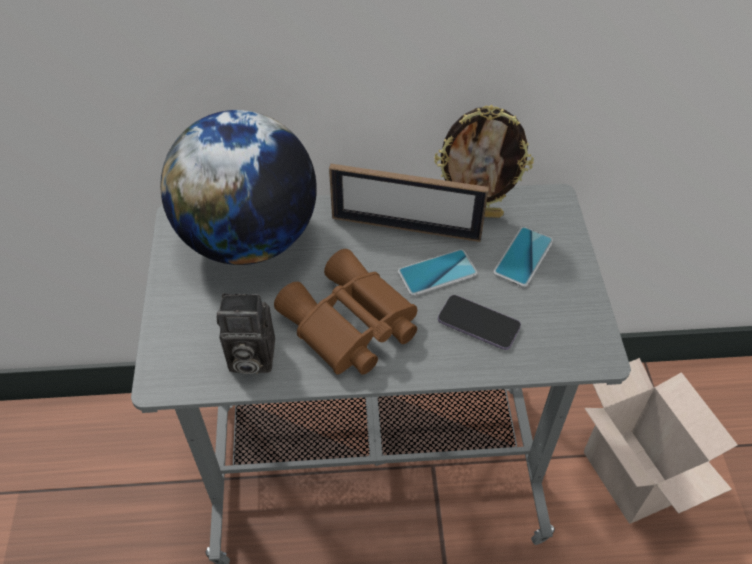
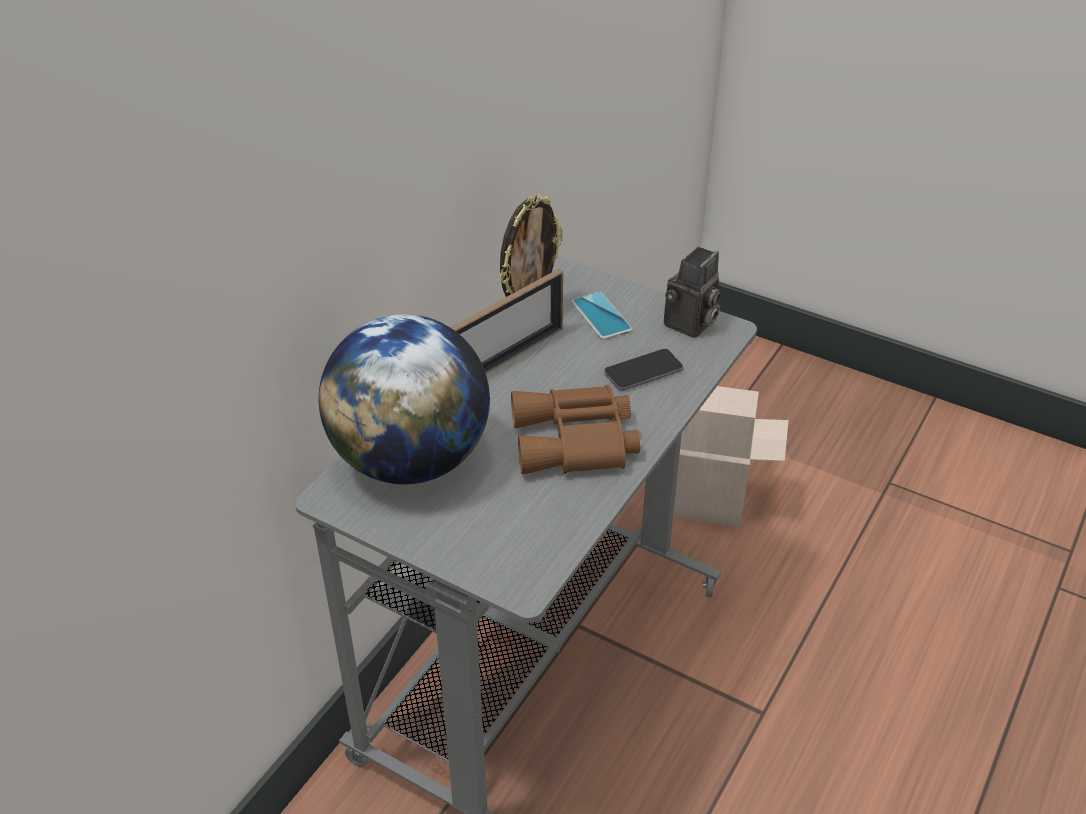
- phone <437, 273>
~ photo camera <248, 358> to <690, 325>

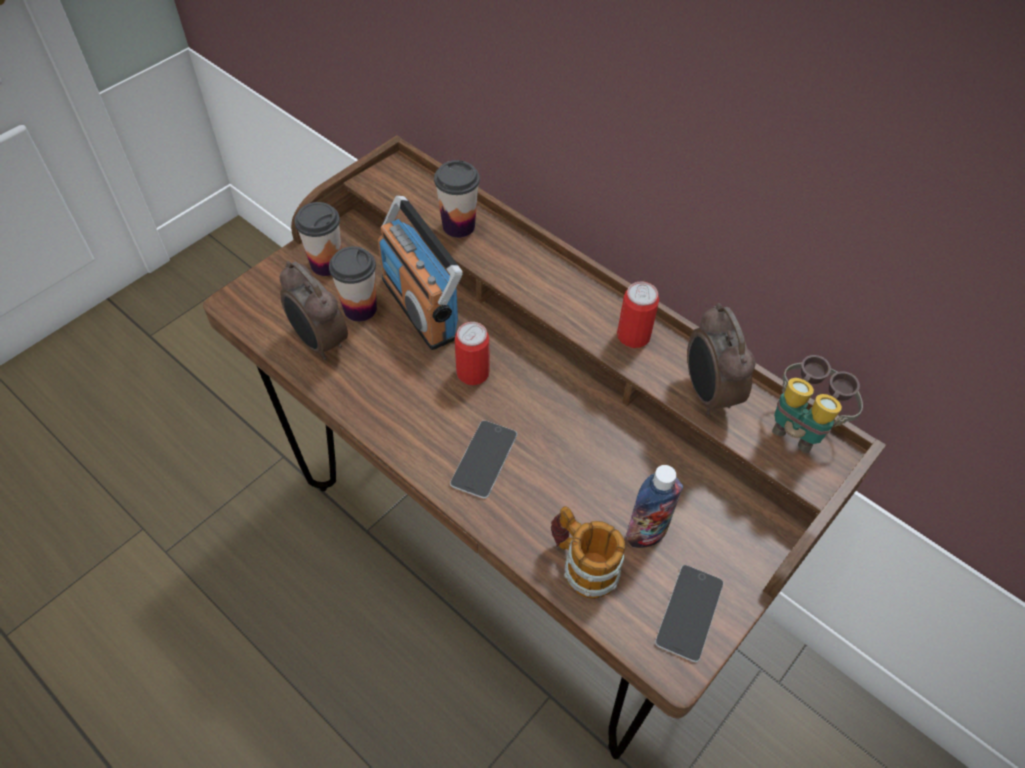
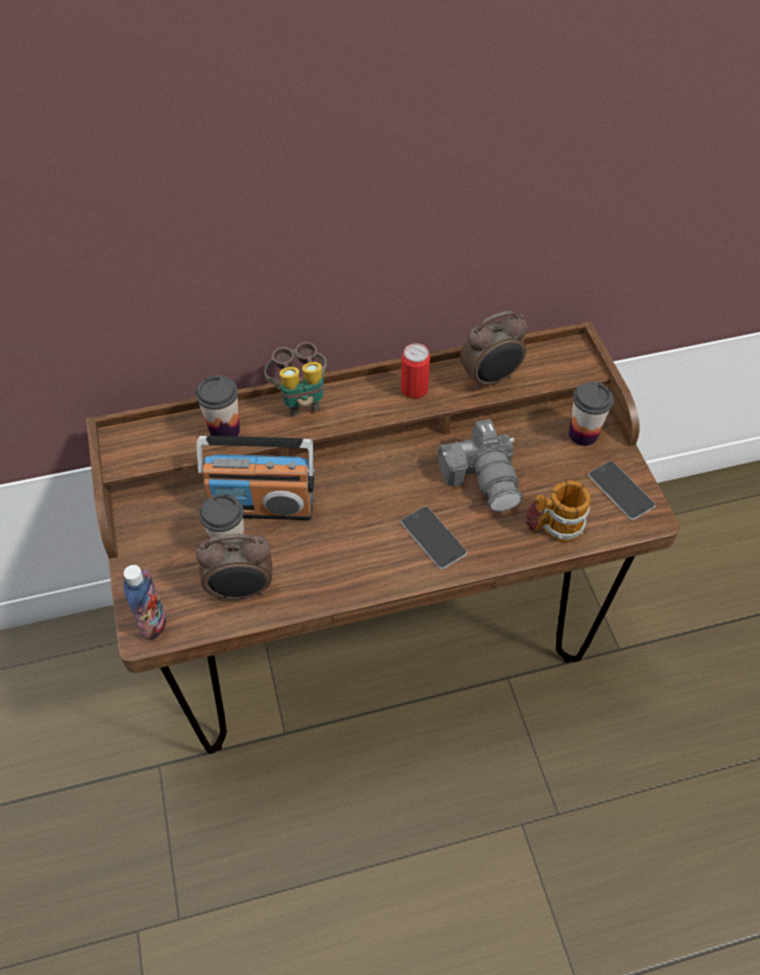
- can <473, 373>
+ photo camera <483, 478>
~ cup <326, 264> to <583, 434>
~ bottle <646, 533> to <153, 623>
~ binoculars <801, 426> to <300, 399>
~ alarm clock <707, 393> = <490, 379> 45 degrees counterclockwise

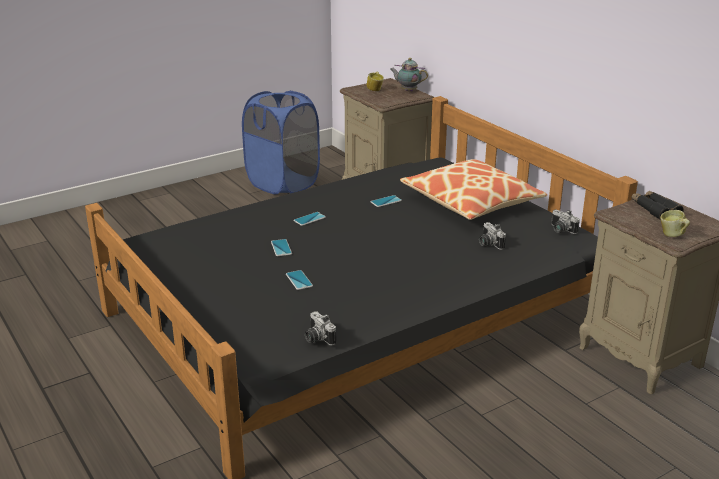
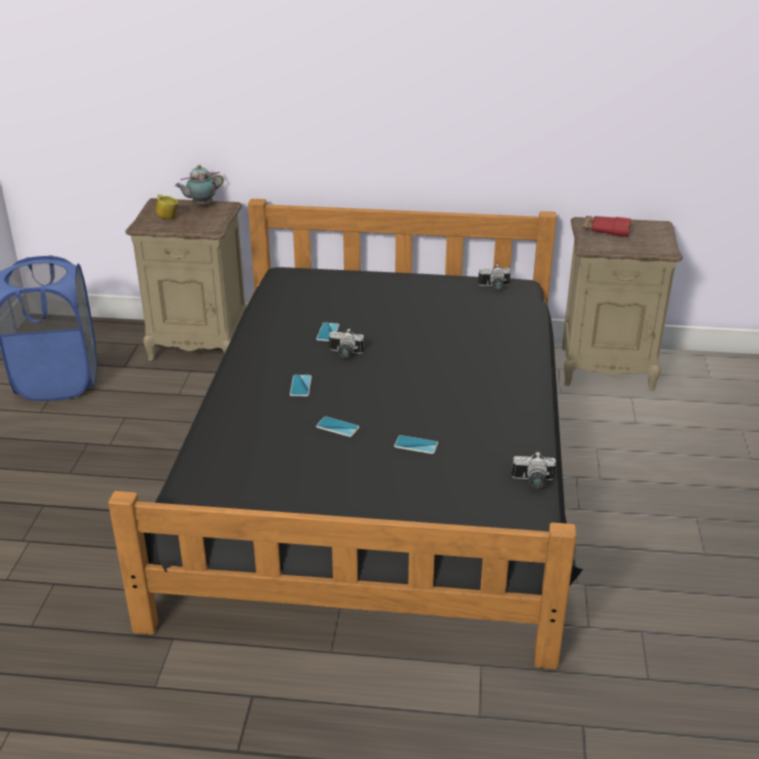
- pillow <471, 202>
- mug <673, 236>
~ photo camera <488, 244> to <344, 353>
~ black binoculars <654, 210> to red binoculars <606, 231>

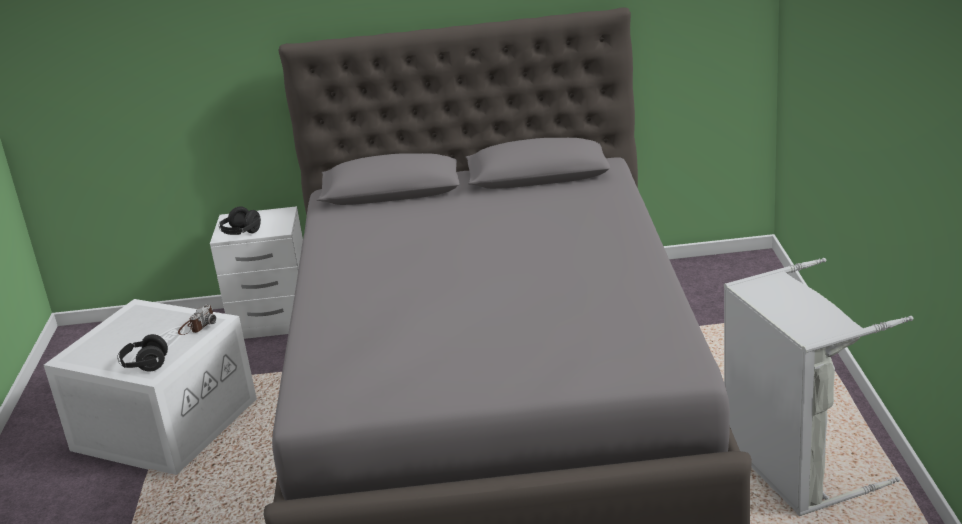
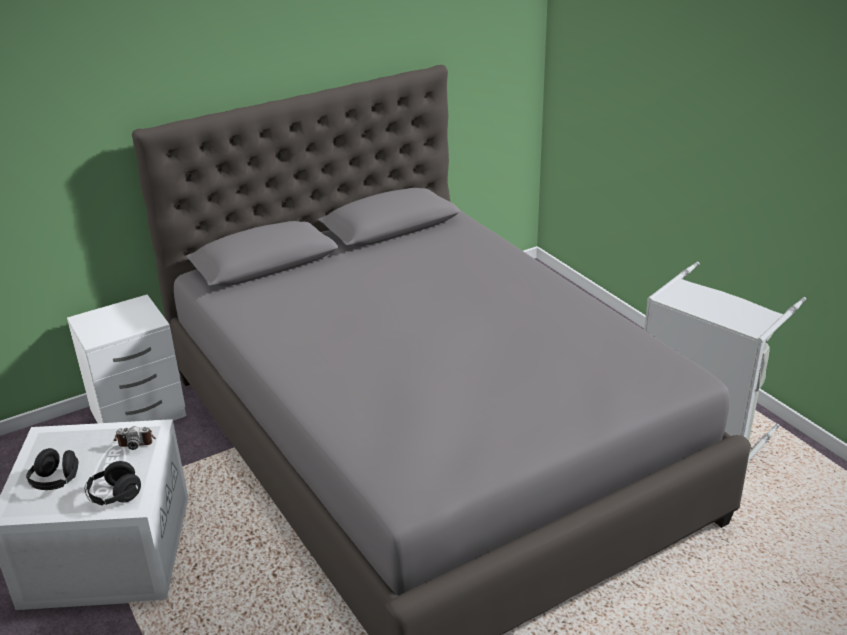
~ black headphones <241, 233> to <56, 482>
~ photo camera <197, 326> = <136, 440> 90 degrees clockwise

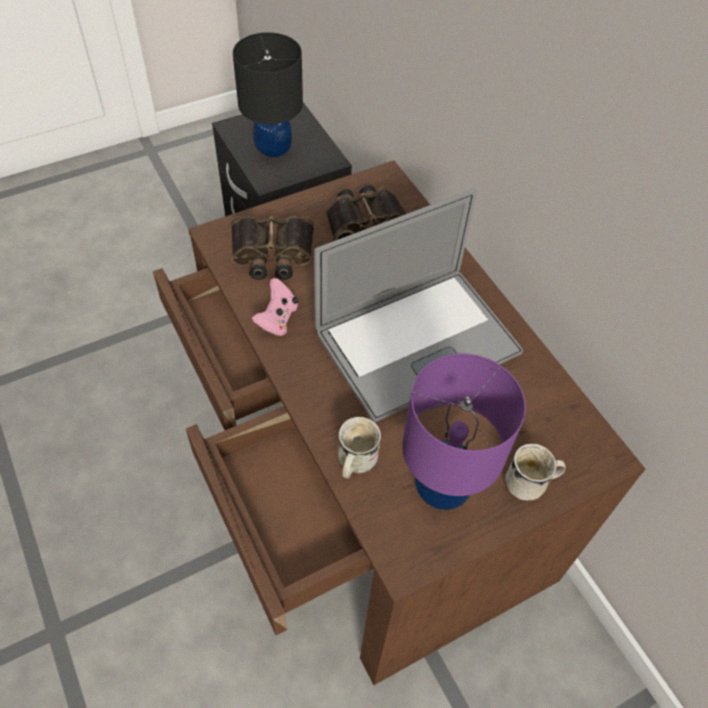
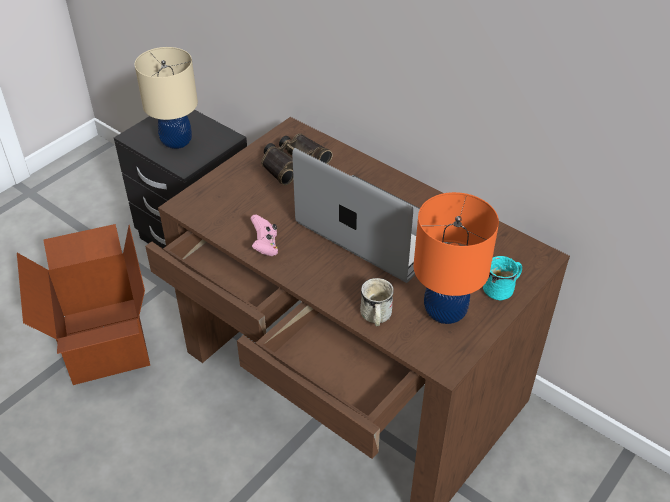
- binoculars <272, 254>
+ cardboard box <103, 341>
~ black table lamp <274, 148> to beige table lamp <177, 141>
~ purple table lamp <444, 488> to orange table lamp <446, 311>
~ white mug <532, 483> to turquoise mug <502, 288>
~ laptop <417, 342> = <376, 229> 90 degrees counterclockwise

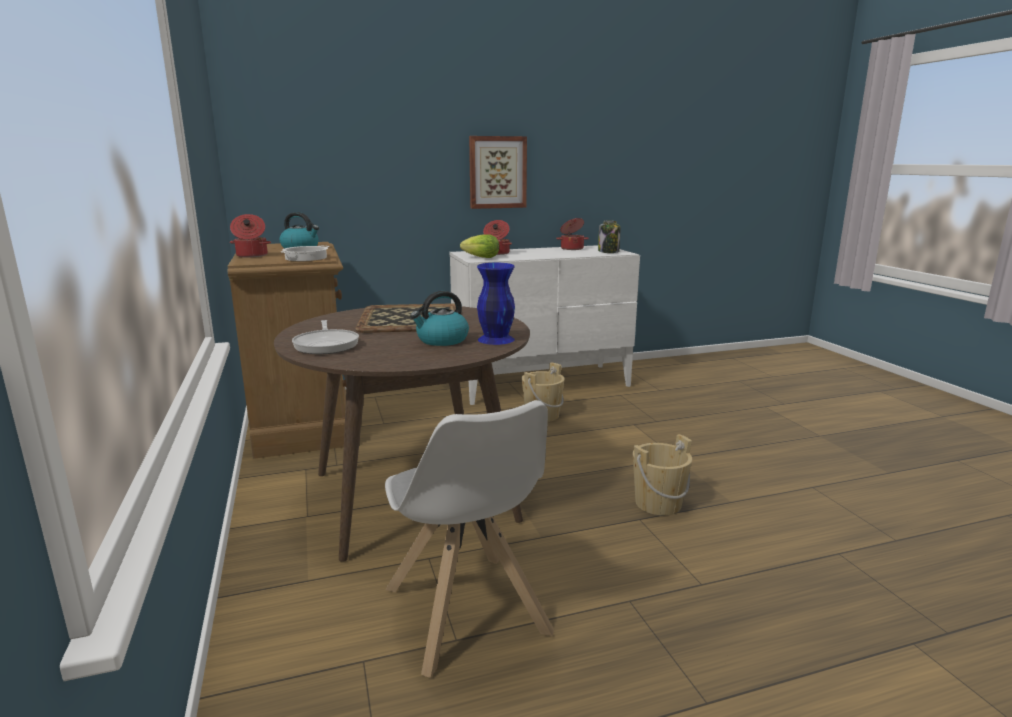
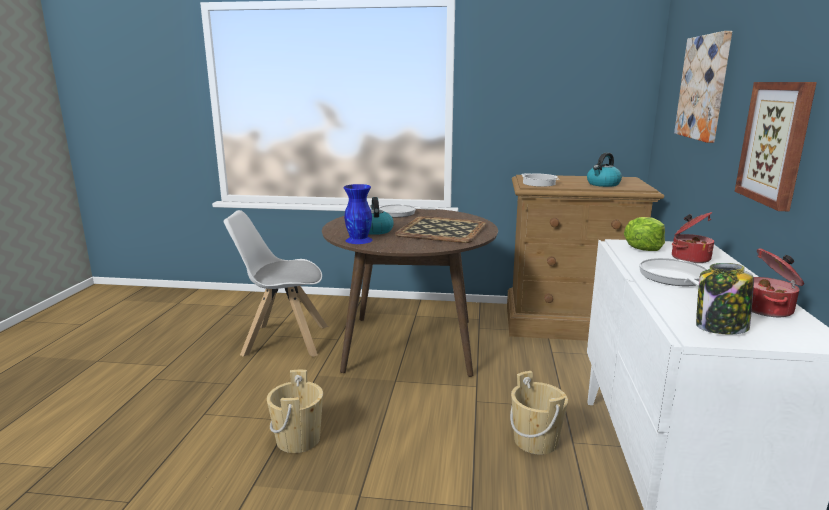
- cooking pot <251, 255>
+ frying pan <674, 278>
+ picture <704, 87>

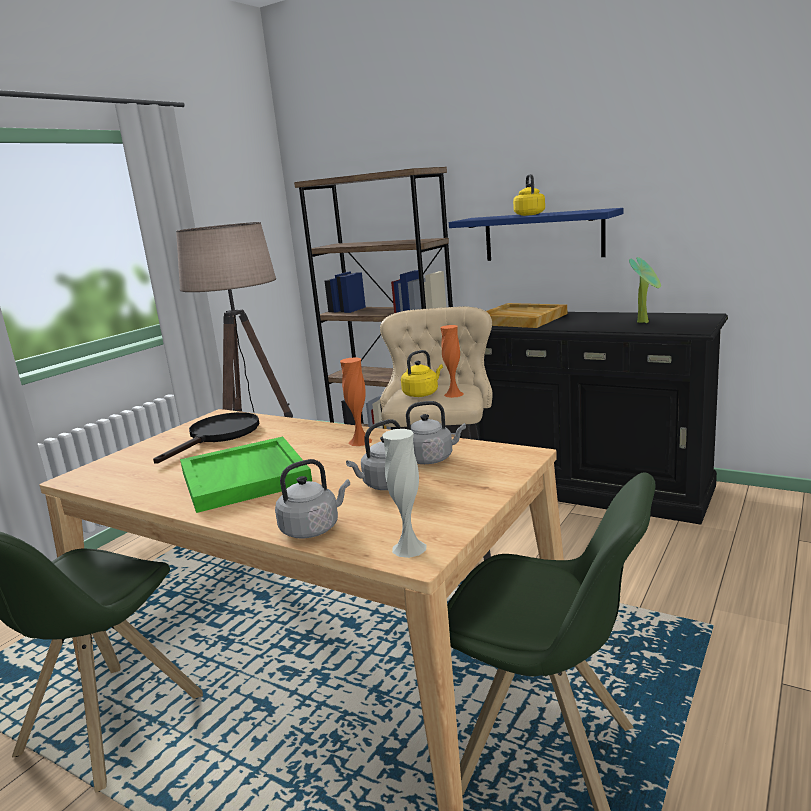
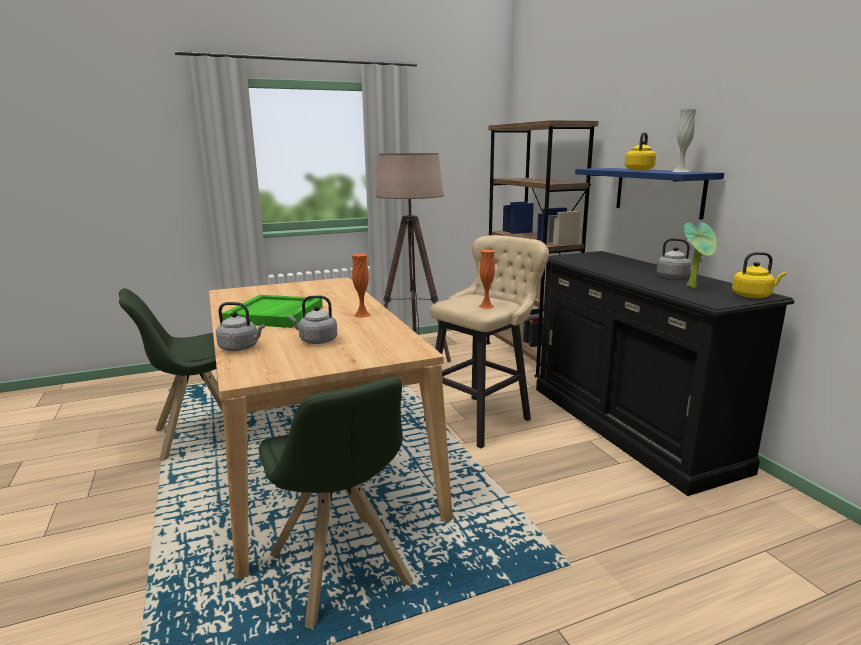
- black frying pan <218, 436>
- beige tray <520, 319>
~ white vase <409, 548> to <680, 171>
~ yellow kettle <422, 394> to <753, 296>
~ grey kettle <431, 459> to <674, 277>

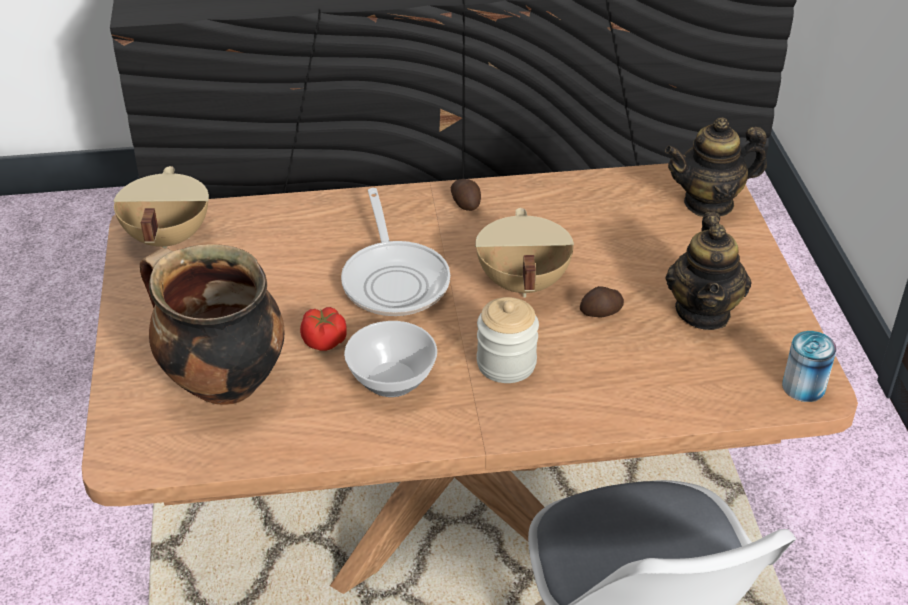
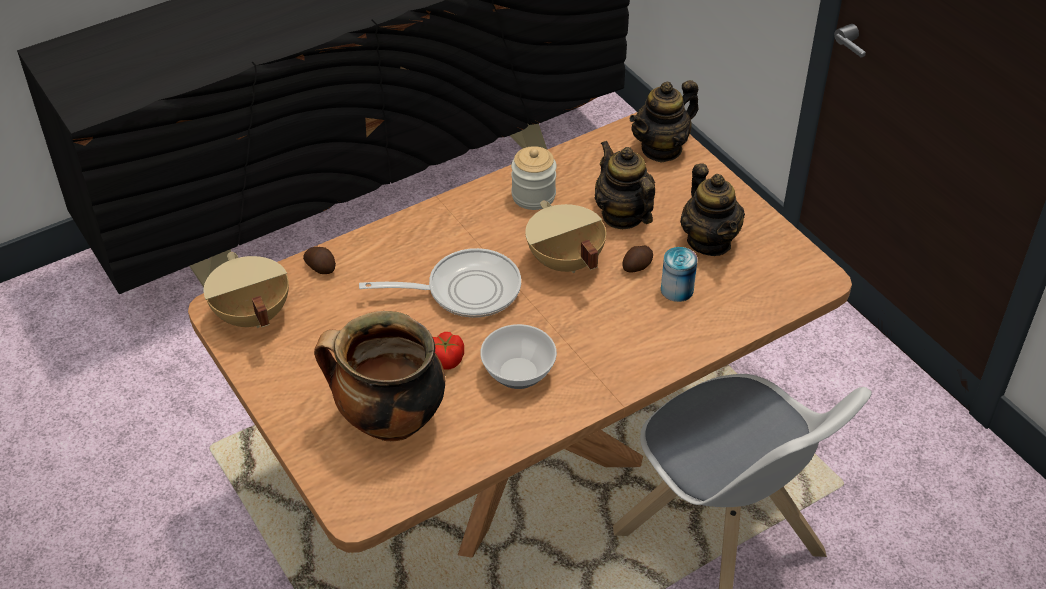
+ teapot <623, 215>
~ potato <466, 203> to <321, 267>
~ jar <506, 363> to <533, 196>
~ can <803, 387> to <677, 289>
~ frying pan <394, 279> = <465, 290> 60 degrees counterclockwise

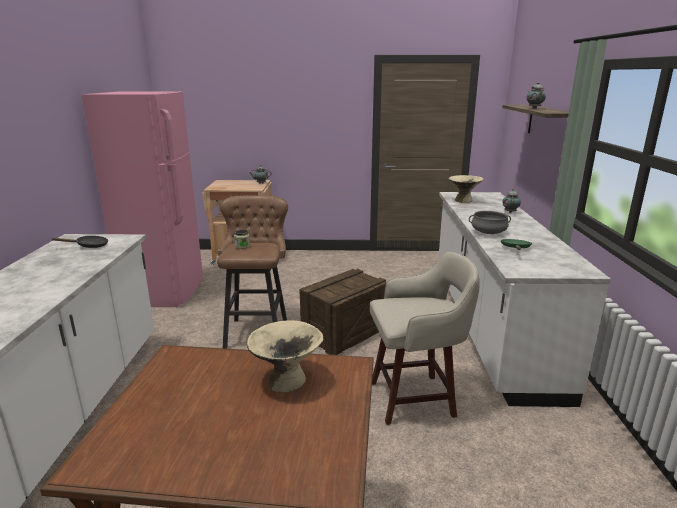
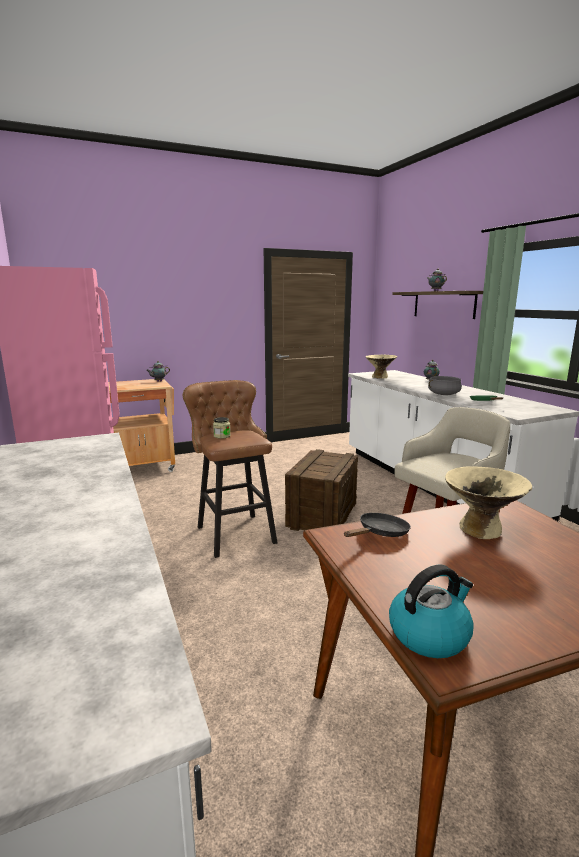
+ kettle <429, 634>
~ black frying pan <89, 246> to <380, 533>

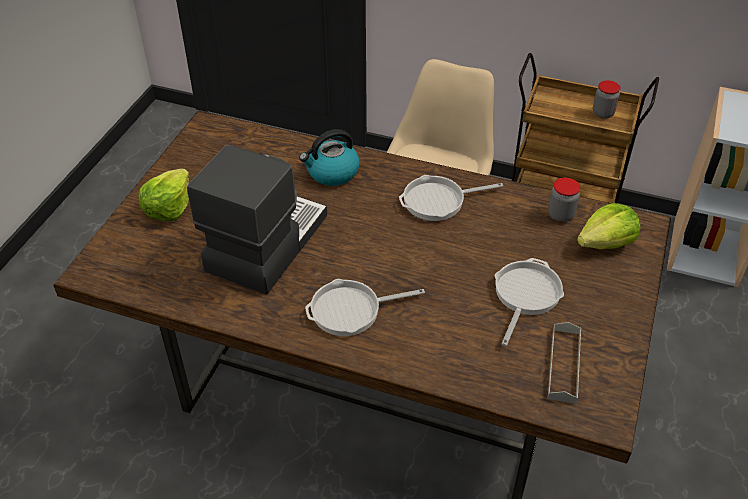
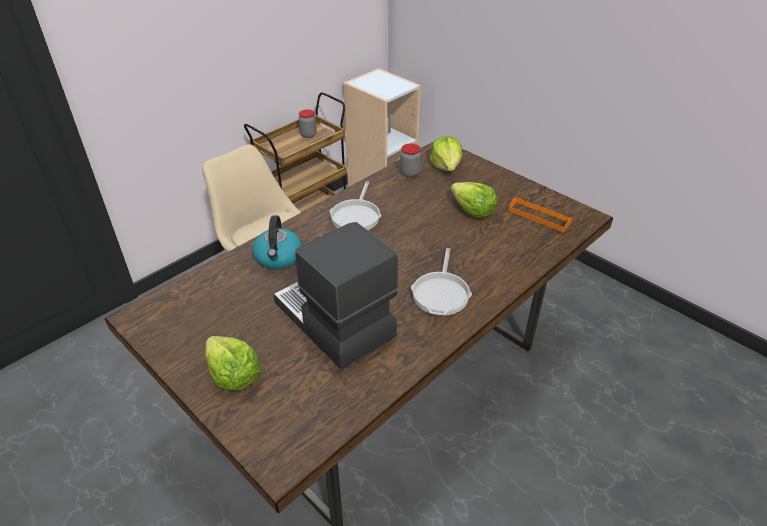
~ frying pan <525, 295> to lettuce <472, 211>
~ grey tray <564, 365> to orange tray <539, 216>

